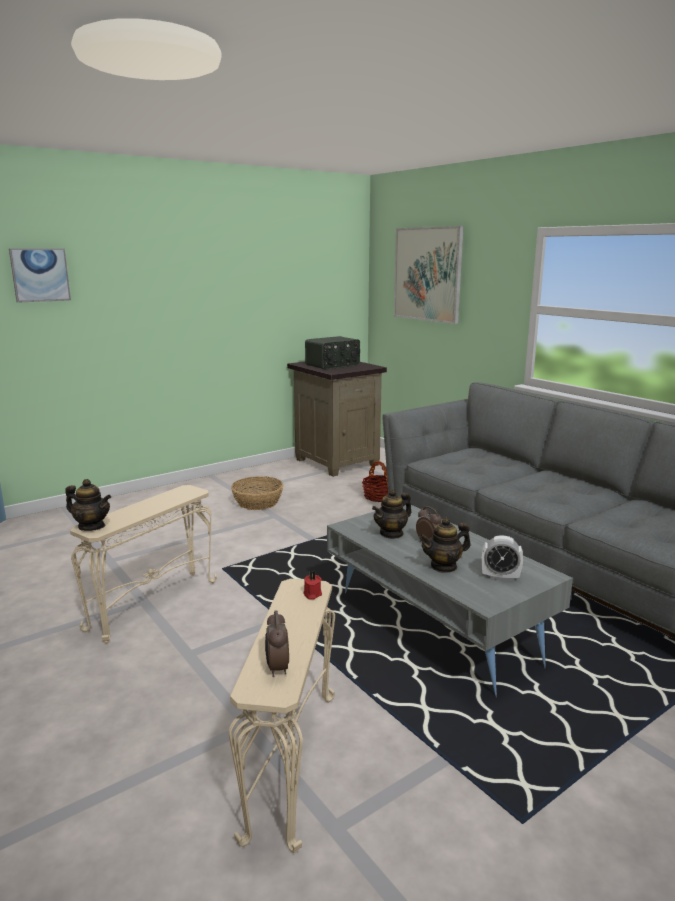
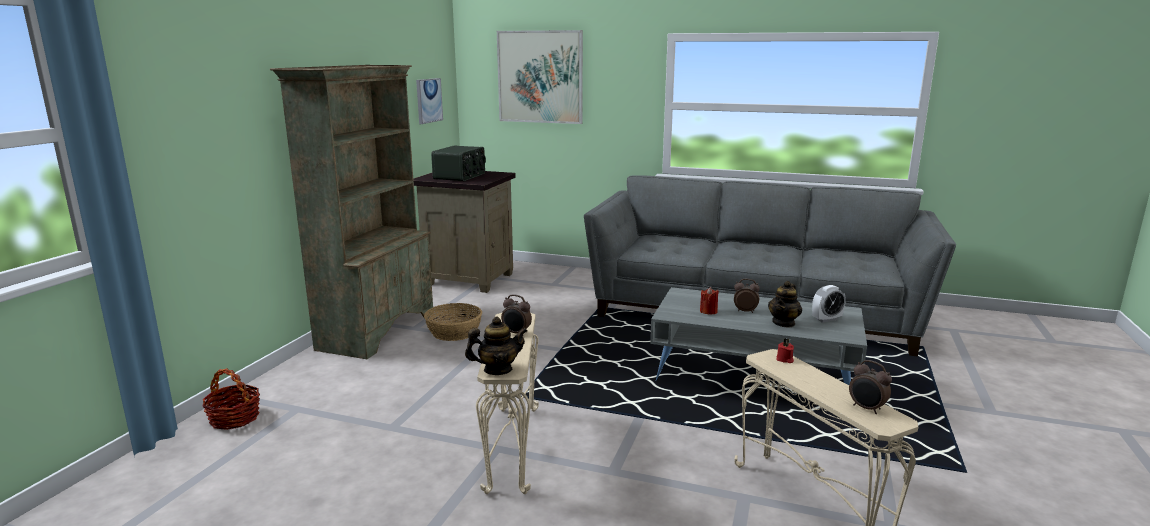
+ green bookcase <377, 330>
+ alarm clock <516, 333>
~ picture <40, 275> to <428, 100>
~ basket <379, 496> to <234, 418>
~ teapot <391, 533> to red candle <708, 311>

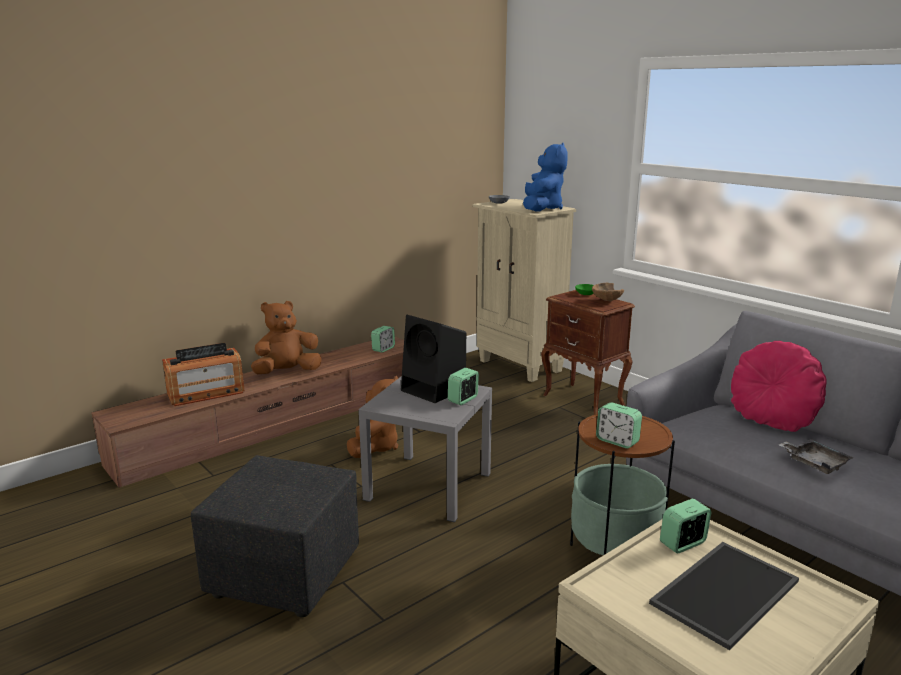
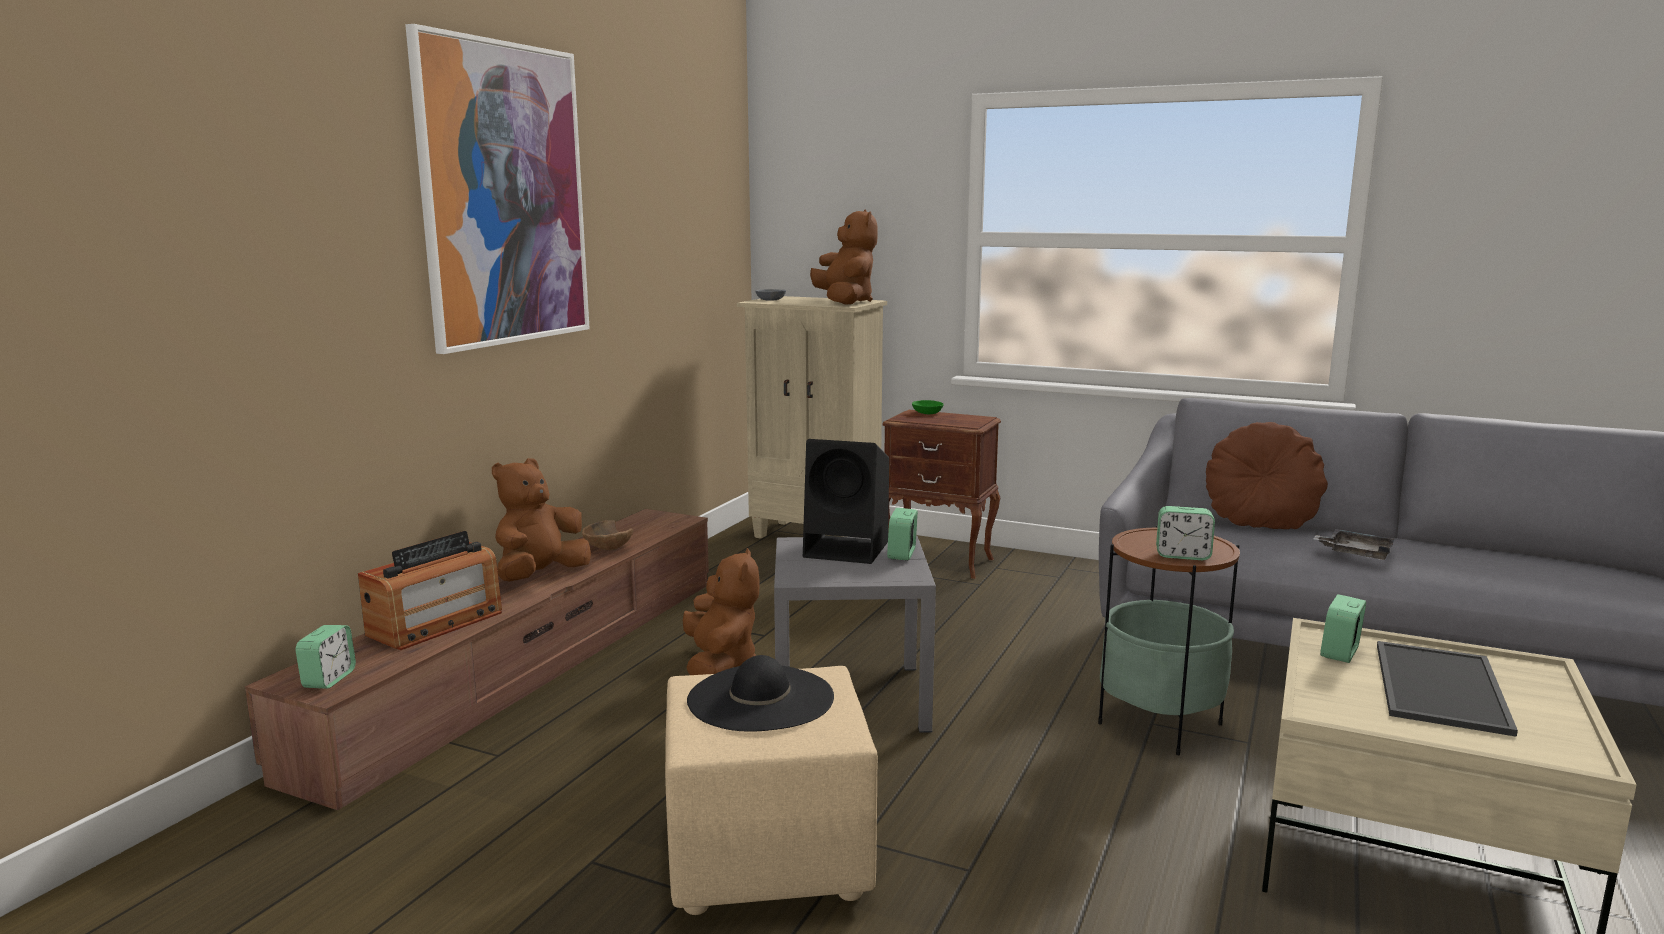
+ picture <504, 195>
+ black hat <761, 698>
~ alarm clock <383, 349> to <329, 679>
~ brown bowl <606, 301> to <607, 550>
~ black ottoman <283, 574> to beige ottoman <765, 855>
~ blue plush toy <542, 209> to brown plush toy <845, 302>
~ pink pillow <771, 422> to brown pillow <1260, 525>

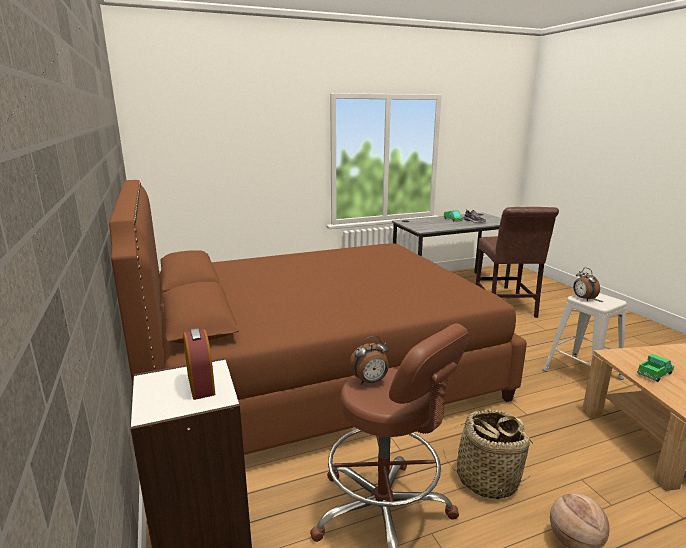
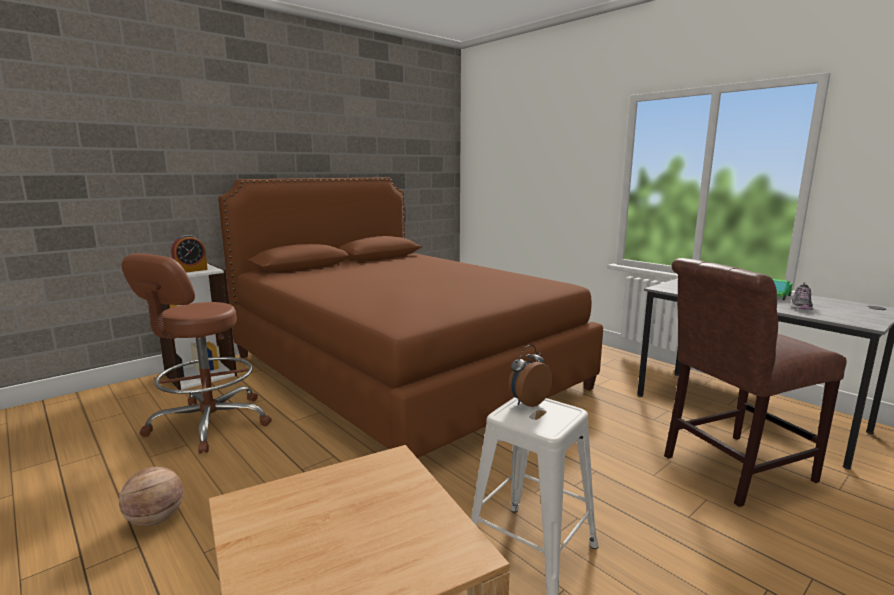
- alarm clock <370, 381>
- basket <487, 479>
- toy truck <654, 373>

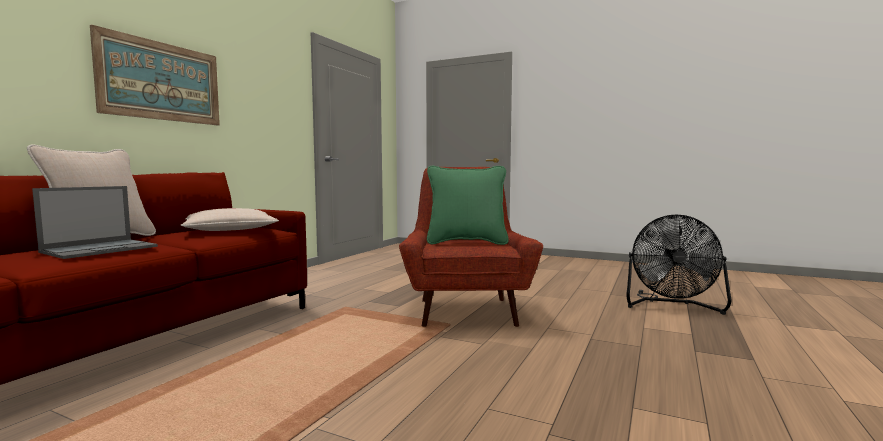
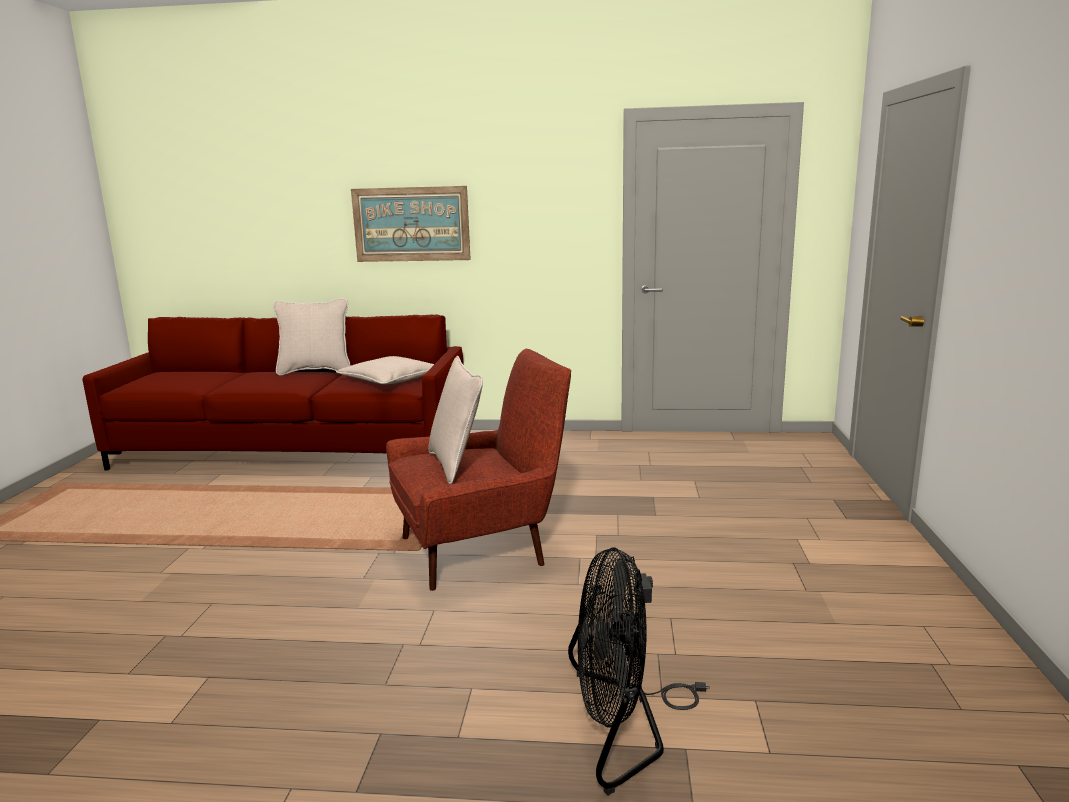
- laptop <101, 249>
~ green pillow <466, 242> to beige pillow <456, 464>

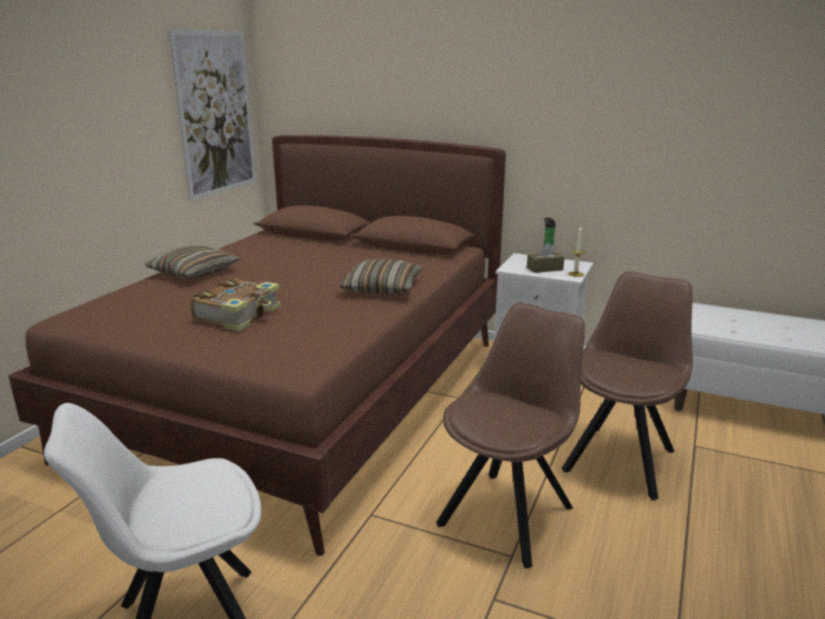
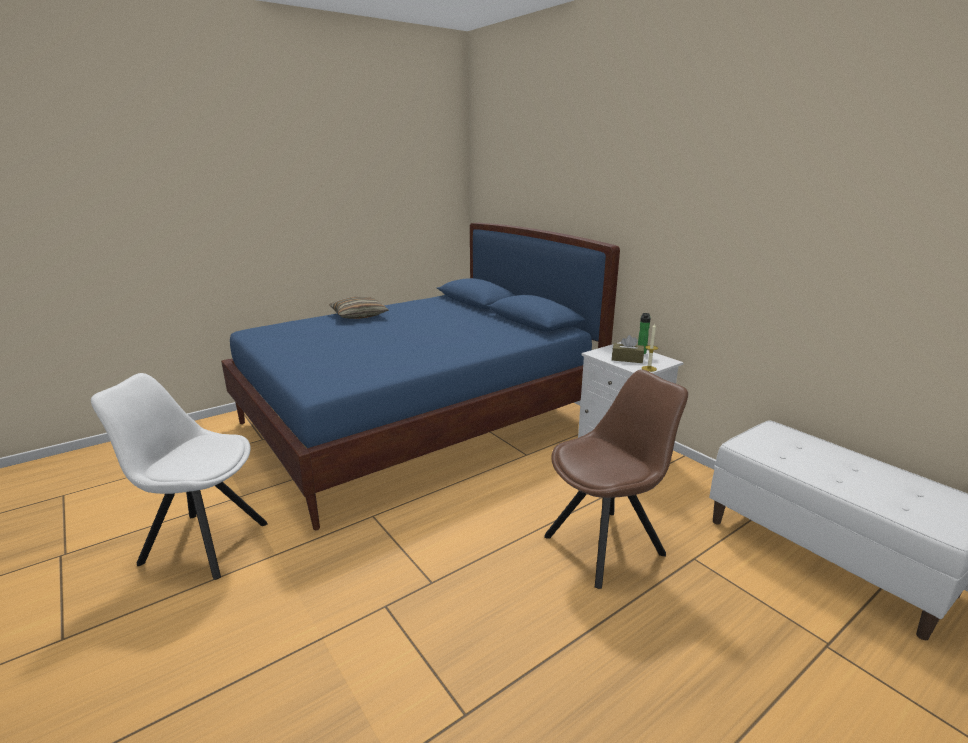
- picture <215, 113>
- book <239, 315>
- pillow <382, 288>
- brown chair <507, 516>
~ brown bed <303, 395> to blue bed <419, 422>

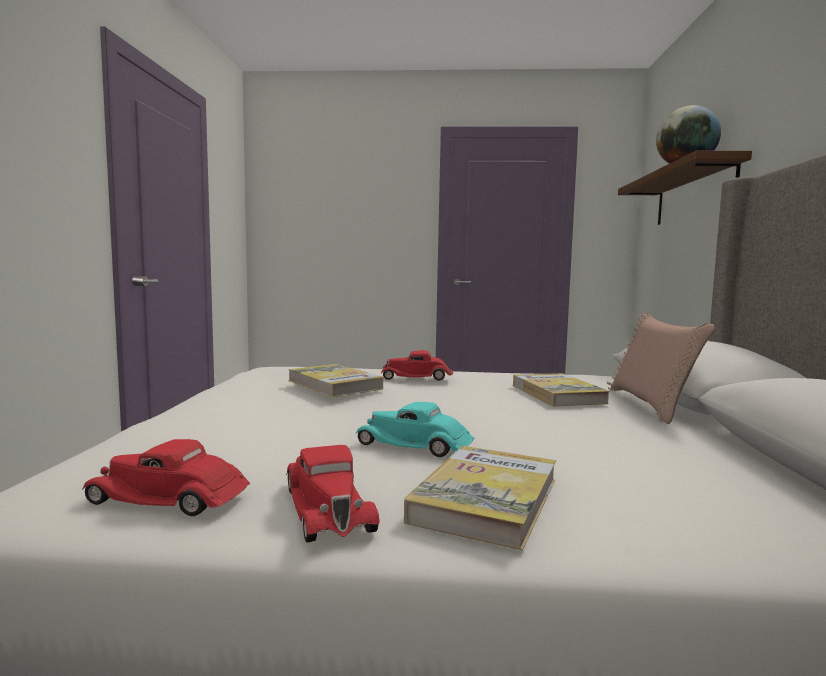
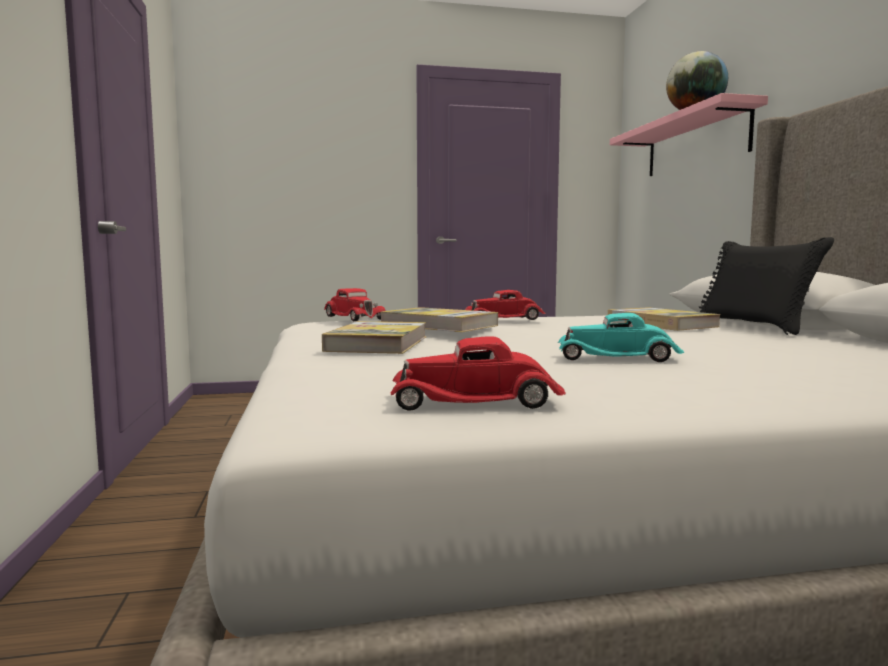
~ red toy car <327, 507> to <353, 317>
~ book <486, 499> to <378, 343>
~ beige pillow <651, 406> to black pillow <753, 327>
~ brown shelf <693, 195> to pink shelf <695, 143>

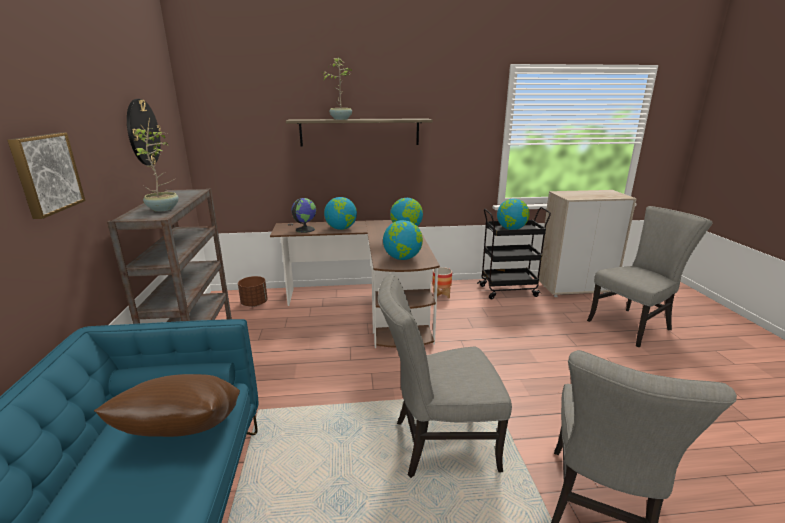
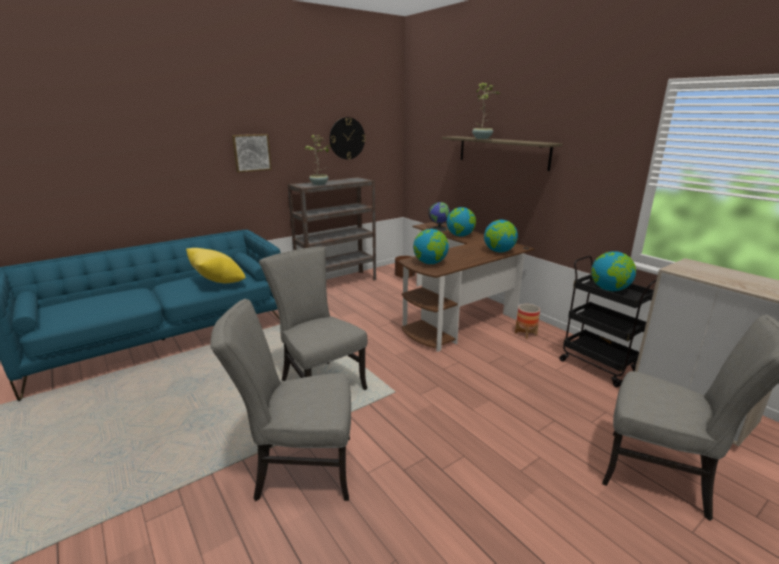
~ brown pillow <184, 434> to yellow pillow <218, 282>

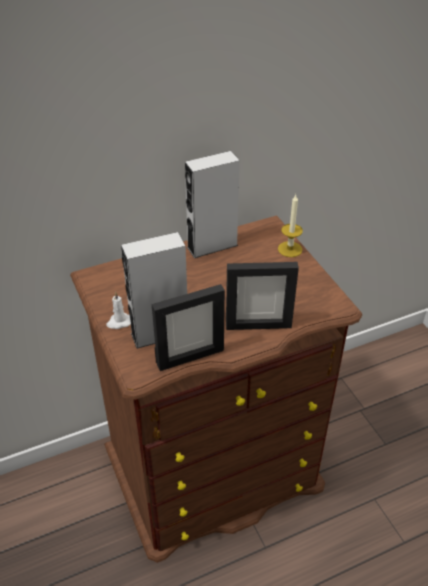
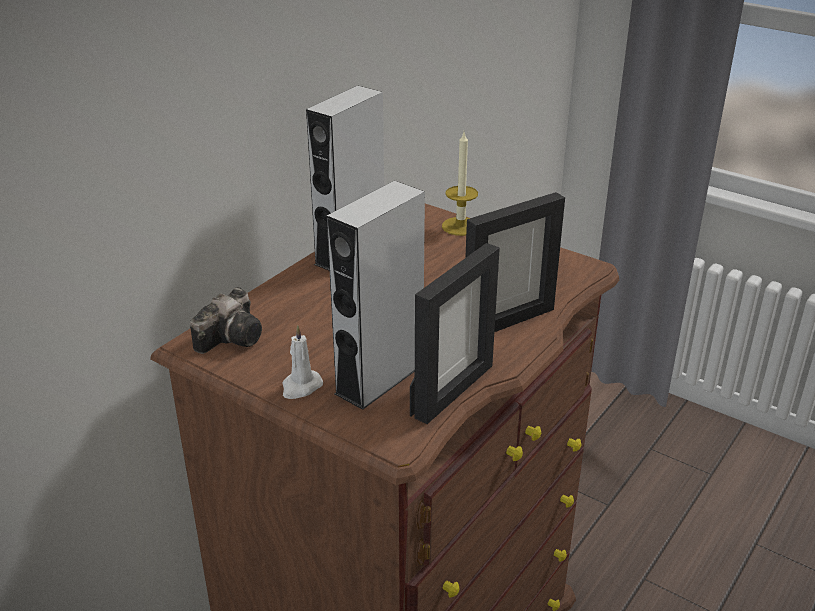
+ photo camera <233, 337>

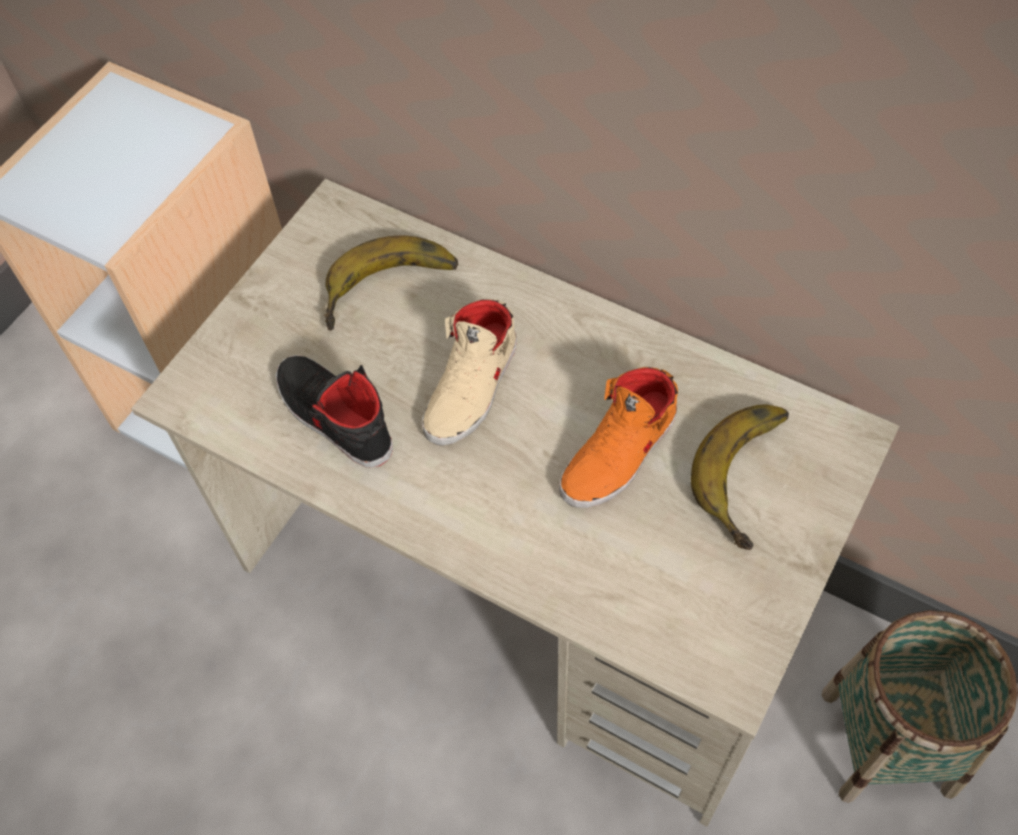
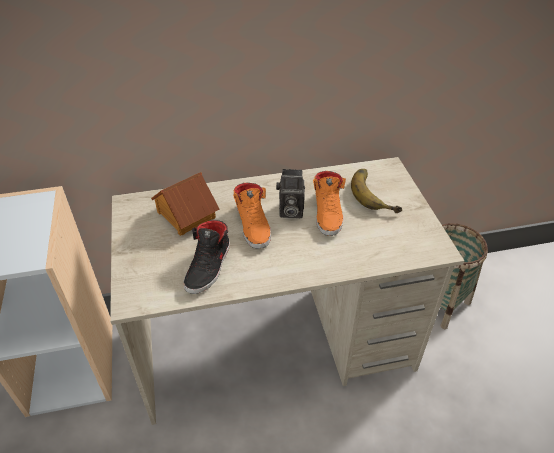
+ photo camera <289, 211>
~ banana <392, 292> to toy house <185, 215>
~ beige shoe <473, 388> to orange shoe <253, 225>
~ black shoe <333, 416> = <209, 266> 75 degrees counterclockwise

